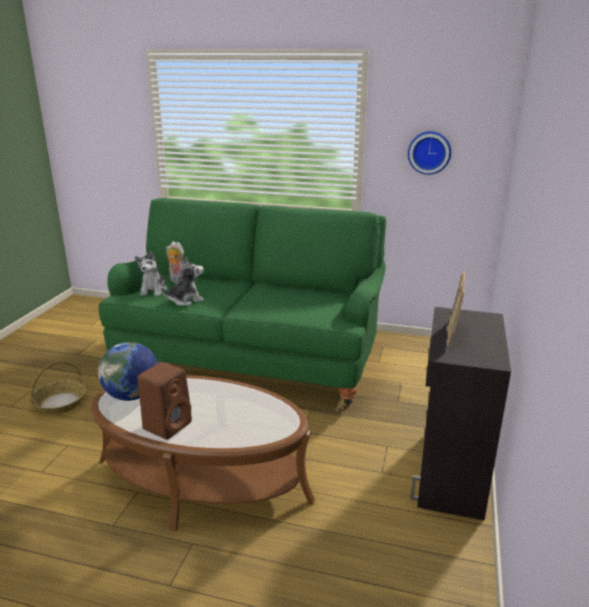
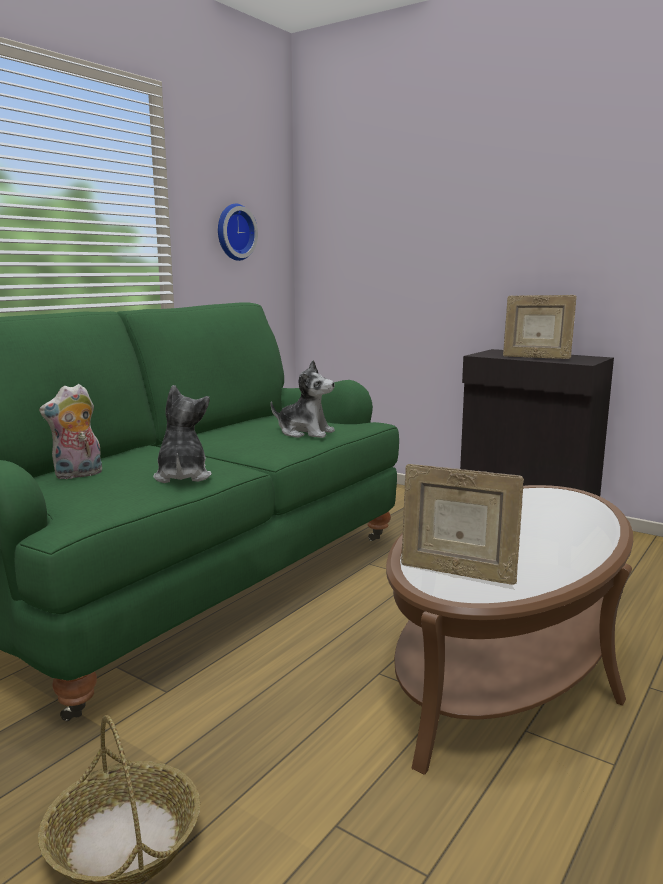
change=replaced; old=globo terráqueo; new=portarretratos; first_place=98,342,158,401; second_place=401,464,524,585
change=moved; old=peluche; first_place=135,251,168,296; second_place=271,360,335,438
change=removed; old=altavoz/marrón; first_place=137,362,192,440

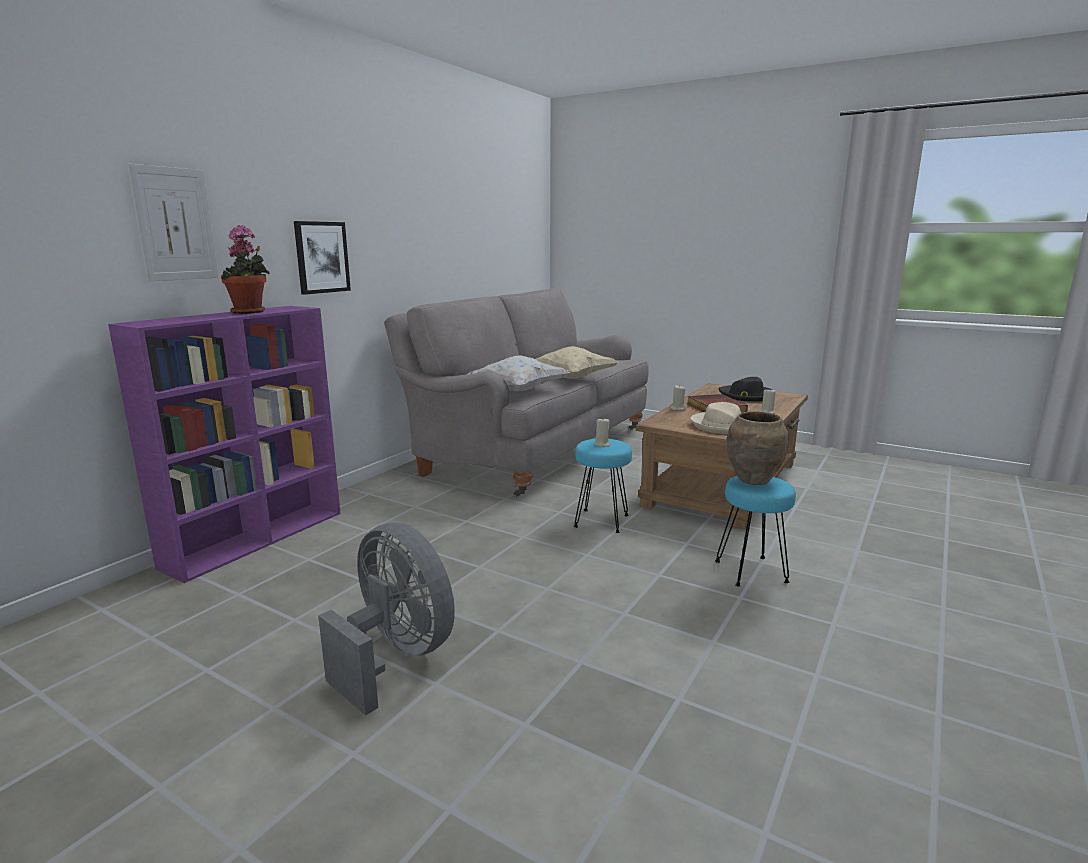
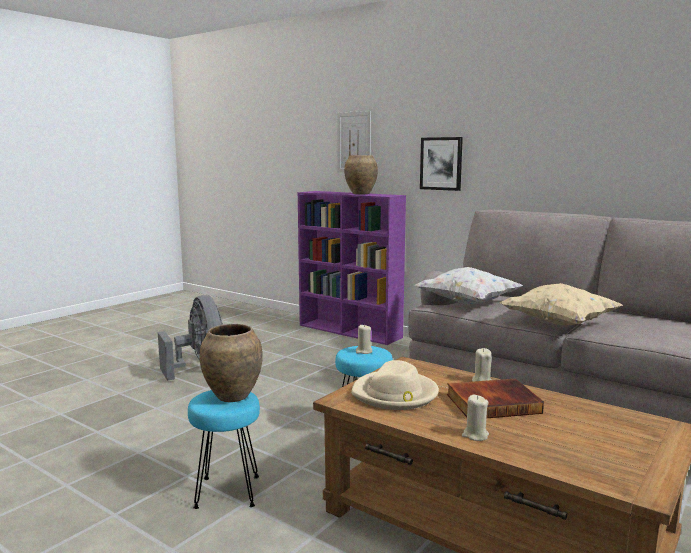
change=replaced; old=planta en maceta; new=florero/marrón; first_place=221,225,269,314; second_place=344,155,378,195
change=turned; old=ventilador/gris; first_place=318,522,455,716; second_place=158,295,223,381; degrees=-75
change=removed; old=sombrero/negro; first_place=719,377,772,402

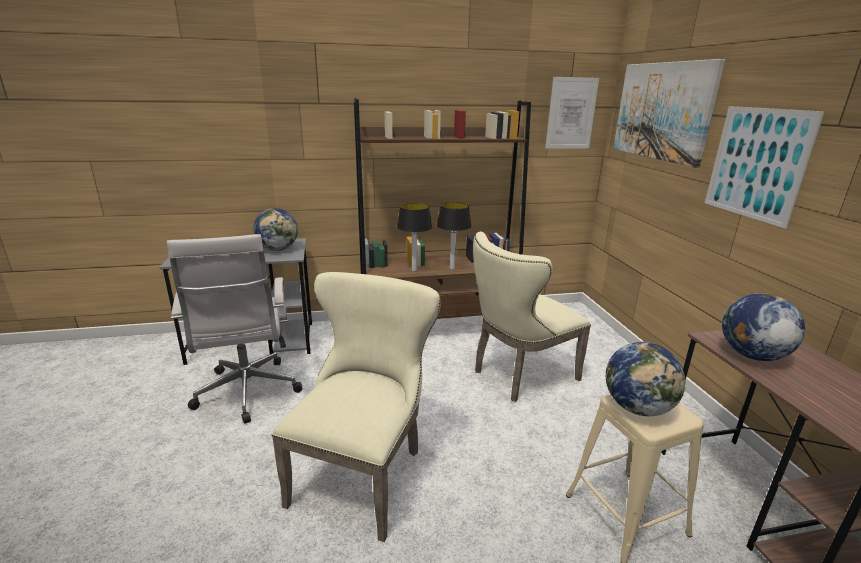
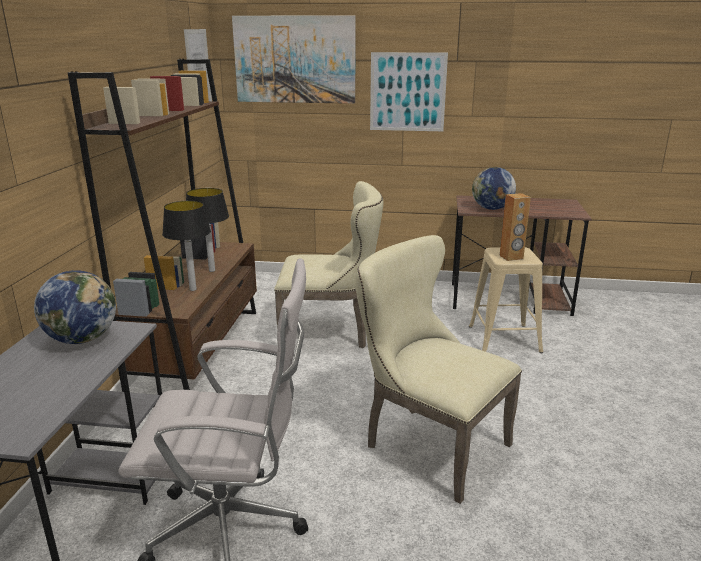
change=turned; old=silla/beis; first_place=473,232,591,402; second_place=274,181,383,348; degrees=-75
change=replaced; old=globo terráqueo; new=altavoz/marrón; first_place=606,342,686,416; second_place=499,193,531,261

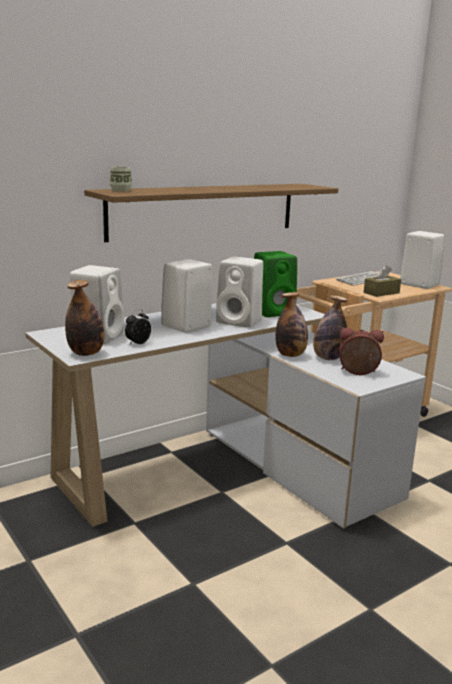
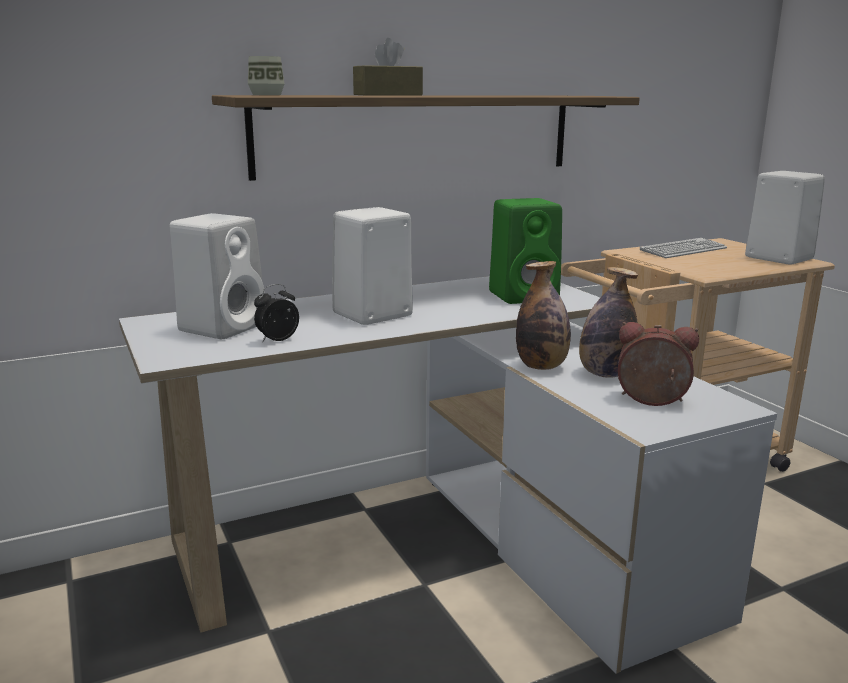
change=removed; old=botella; first_place=65,280,104,356
change=removed; old=altavoz/blanco; first_place=216,256,263,328
change=moved; old=caja de pañuelos/marrón; first_place=364,265,401,297; second_place=353,38,423,96

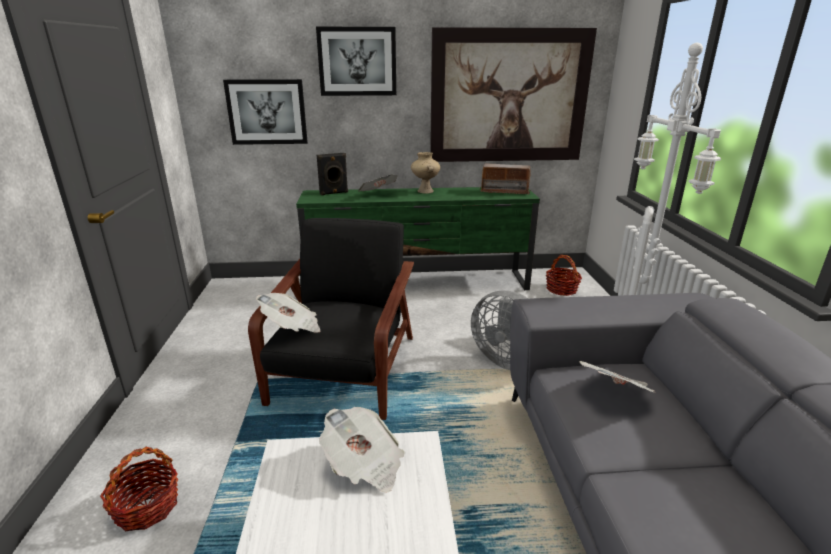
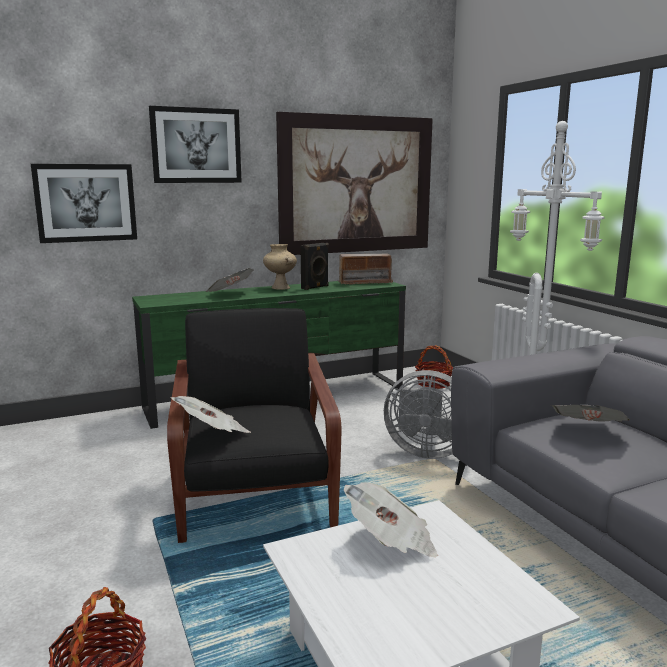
change=moved; old=altavoz/negro; first_place=317,153,348,195; second_place=300,243,329,290

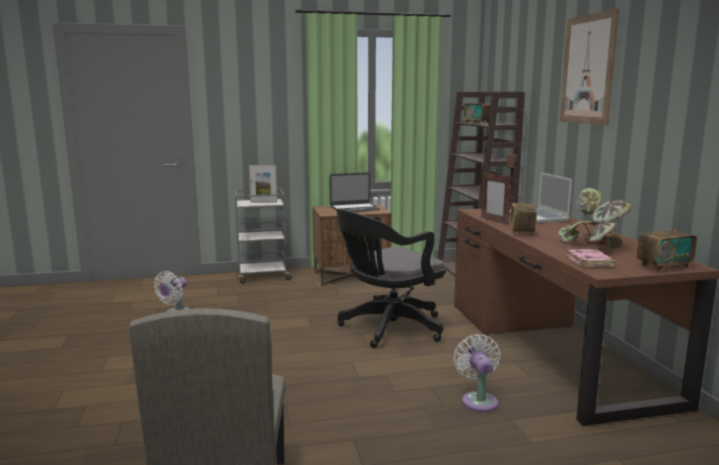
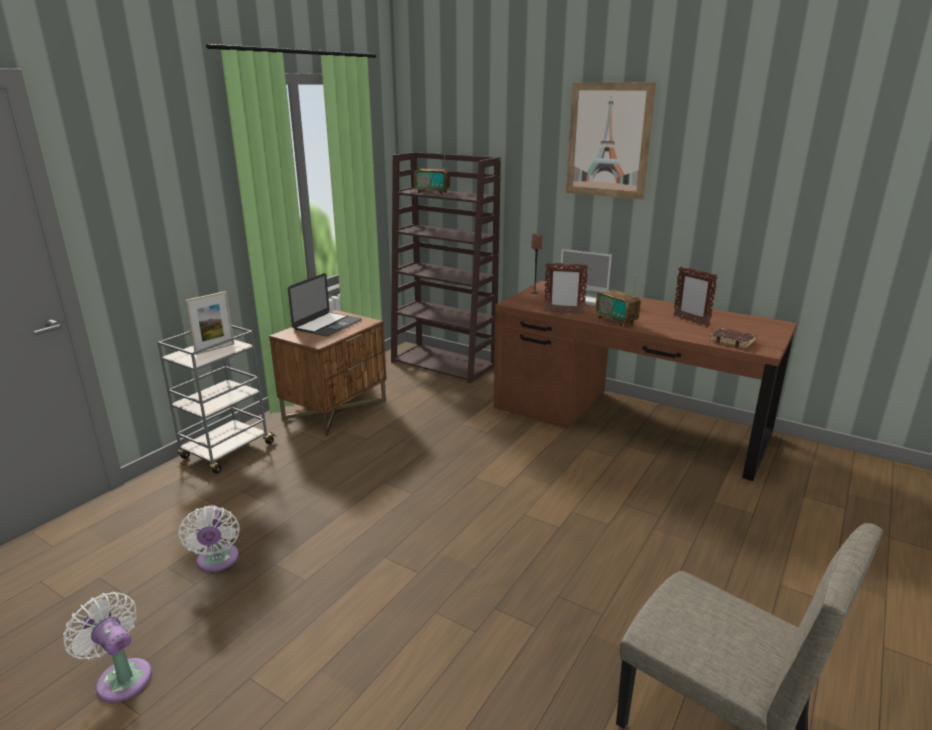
change=removed; old=silla de oficina/negro; first_place=336,209,446,348
change=moved; old=ventilador/blanco; first_place=454,334,501,412; second_place=63,592,152,703
change=replaced; old=planta en maceta; new=portarretratos; first_place=558,188,632,247; second_place=673,266,718,327
change=recoloured; old=libro/rosa; new=libro/marrón; first_place=566,249,616,267; second_place=709,327,757,349
change=removed; old=radio; first_place=637,204,697,272

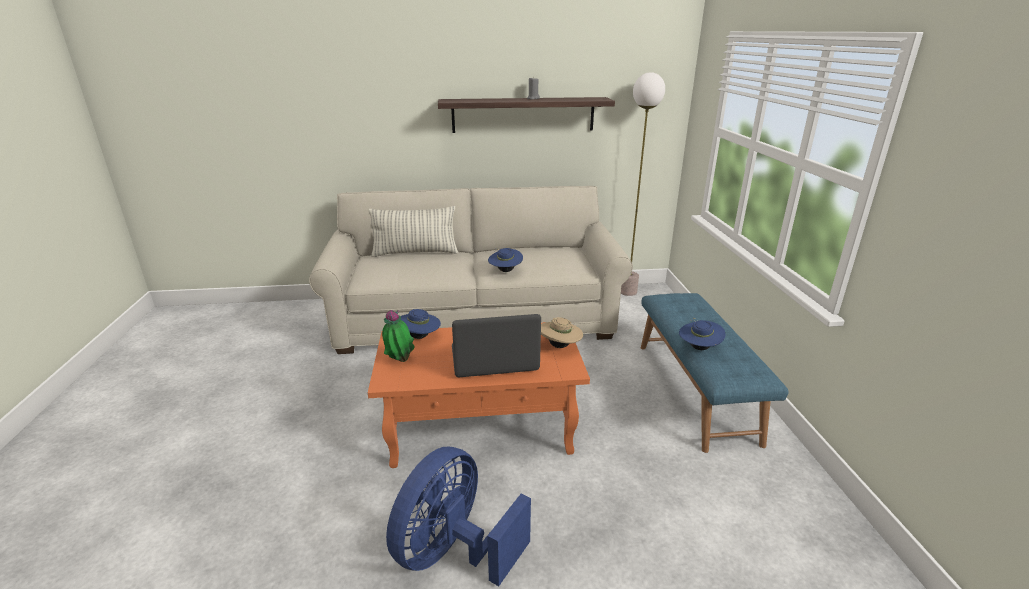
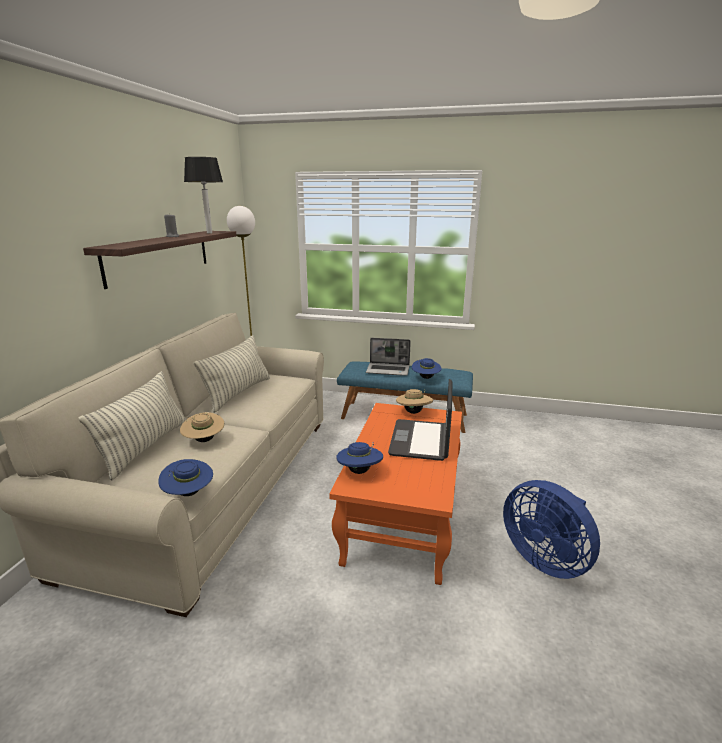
change=removed; old=planta en maceta; first_place=382,310,414,362
change=moved; old=sombrero/azul; first_place=488,248,523,272; second_place=158,459,213,496
change=added; new=sombrero/beis; second_place=180,412,224,442
change=added; new=lámpara de mesa; second_place=184,157,223,234
change=added; new=cojín; second_place=194,335,270,413
change=added; new=portátil; second_place=366,338,411,376

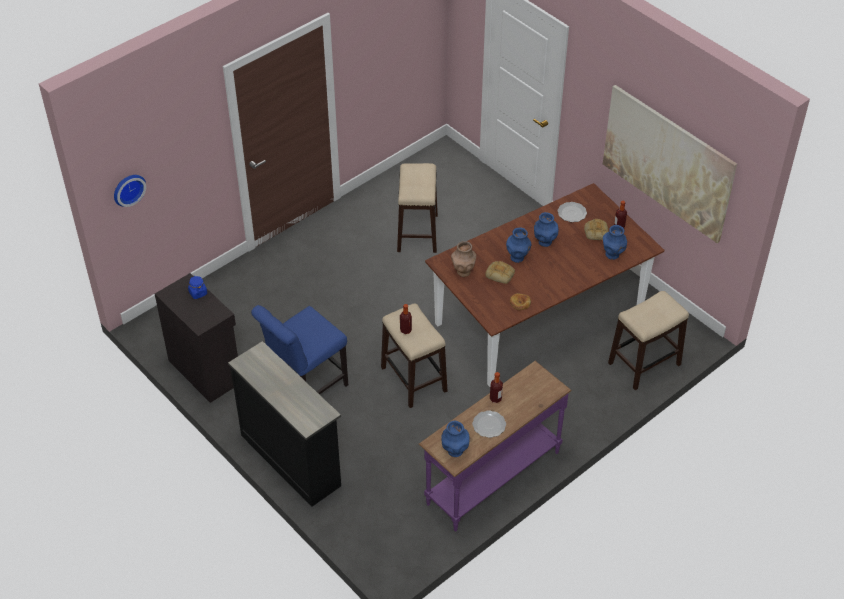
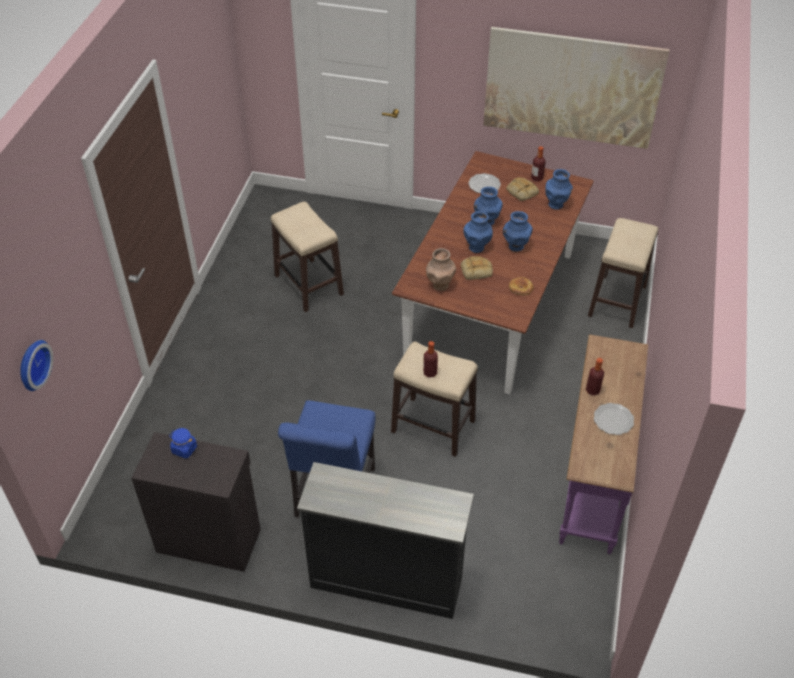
change=moved; old=florero/azul; first_place=441,421,469,457; second_place=503,211,533,252

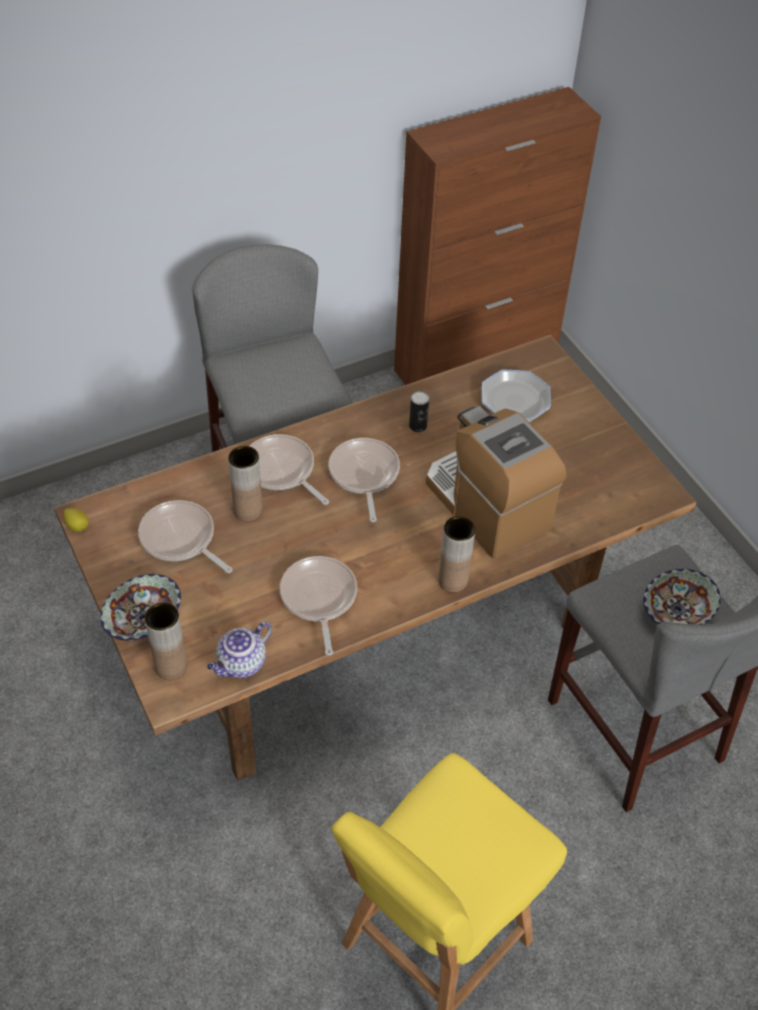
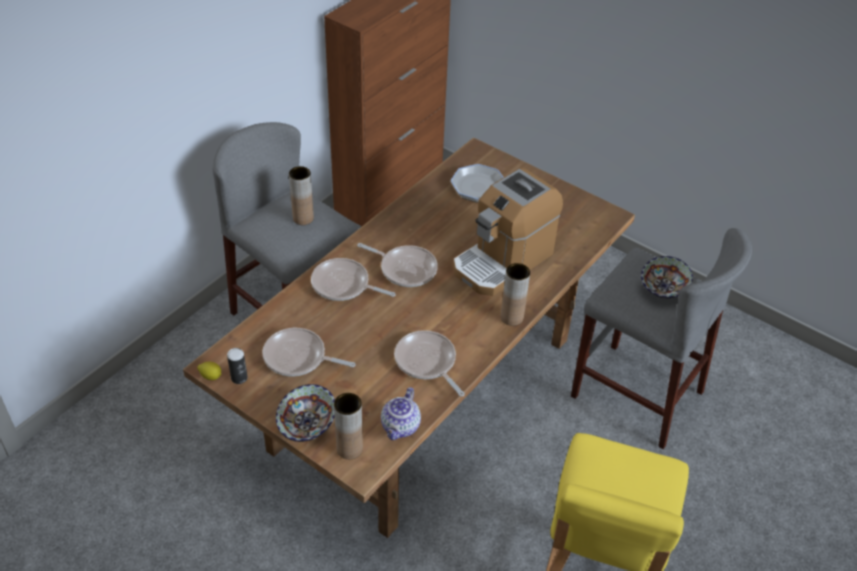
change=moved; old=florero/marrón; first_place=228,446,262,522; second_place=289,166,314,225
change=turned; old=sartén; first_place=329,438,400,522; second_place=357,243,438,287; degrees=150
change=moved; old=lata; first_place=409,391,429,432; second_place=227,348,248,384
change=turned; old=cafetera; first_place=426,406,566,559; second_place=453,168,563,296; degrees=-75

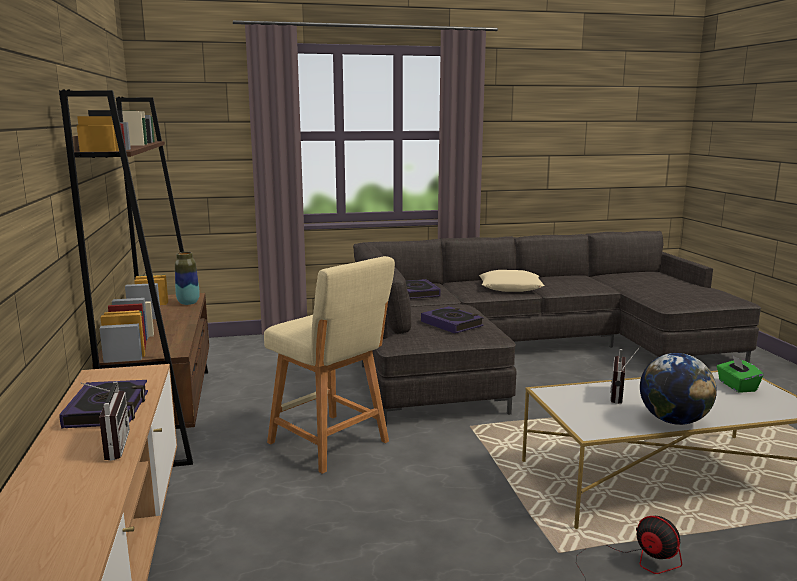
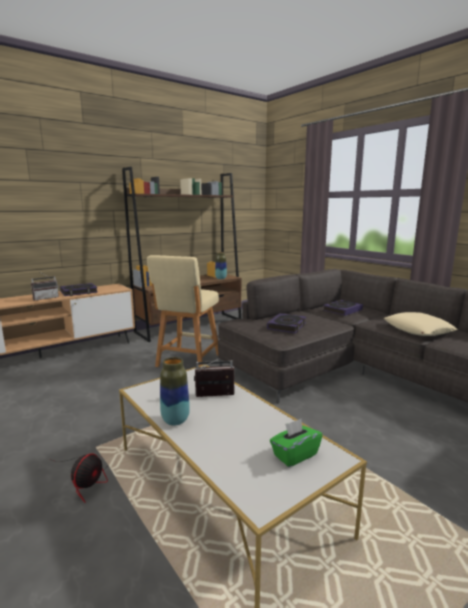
change=replaced; old=globo terráqueo; new=florero; first_place=640,353,717,425; second_place=160,357,190,426

